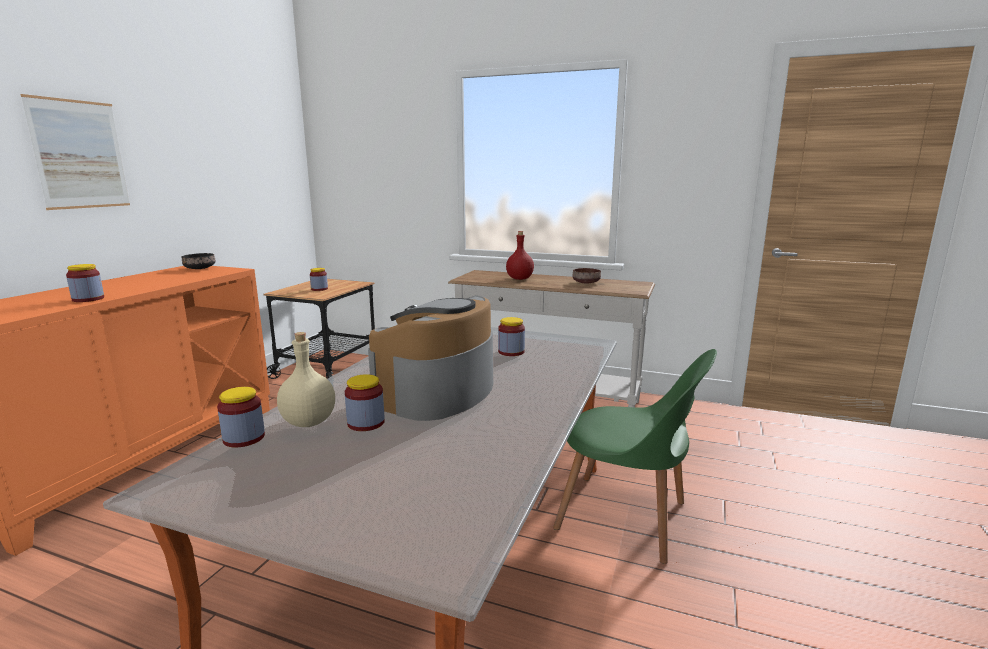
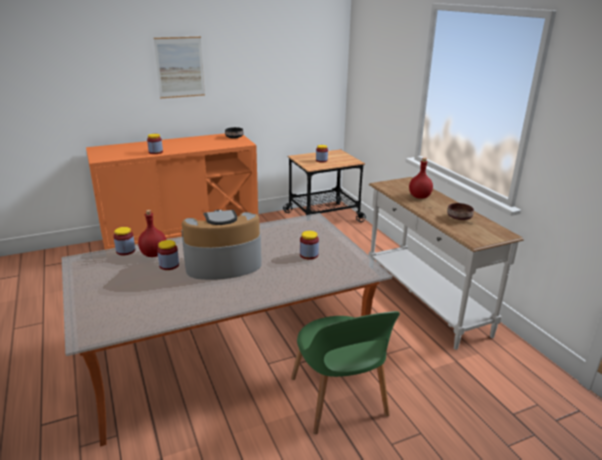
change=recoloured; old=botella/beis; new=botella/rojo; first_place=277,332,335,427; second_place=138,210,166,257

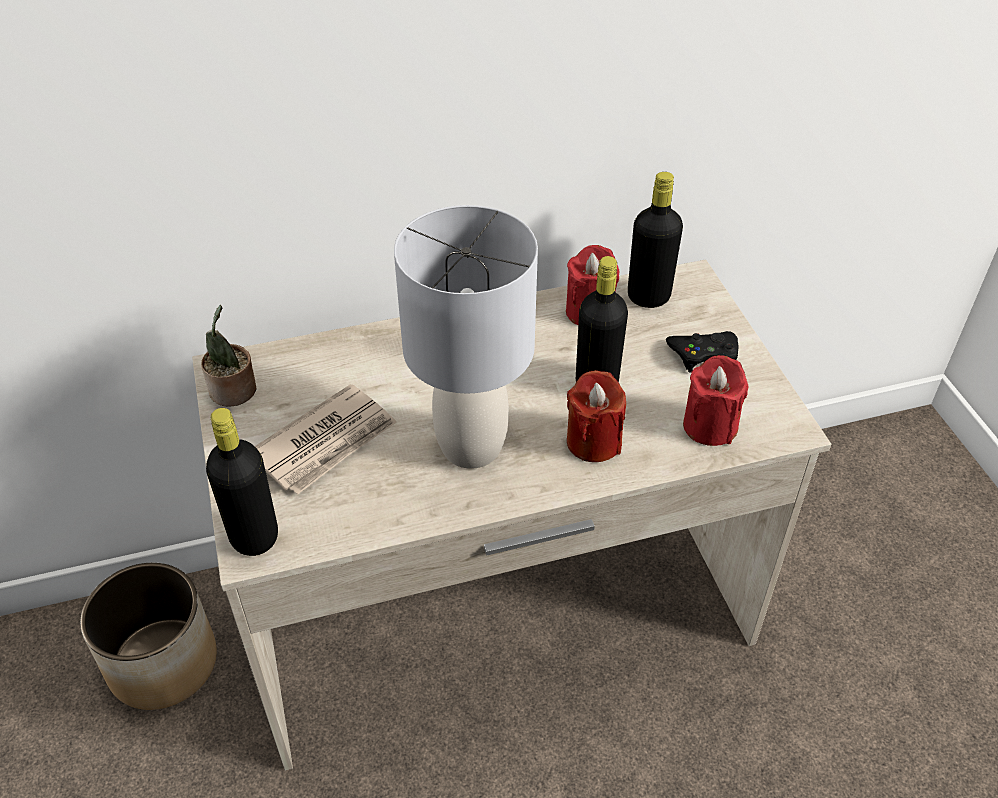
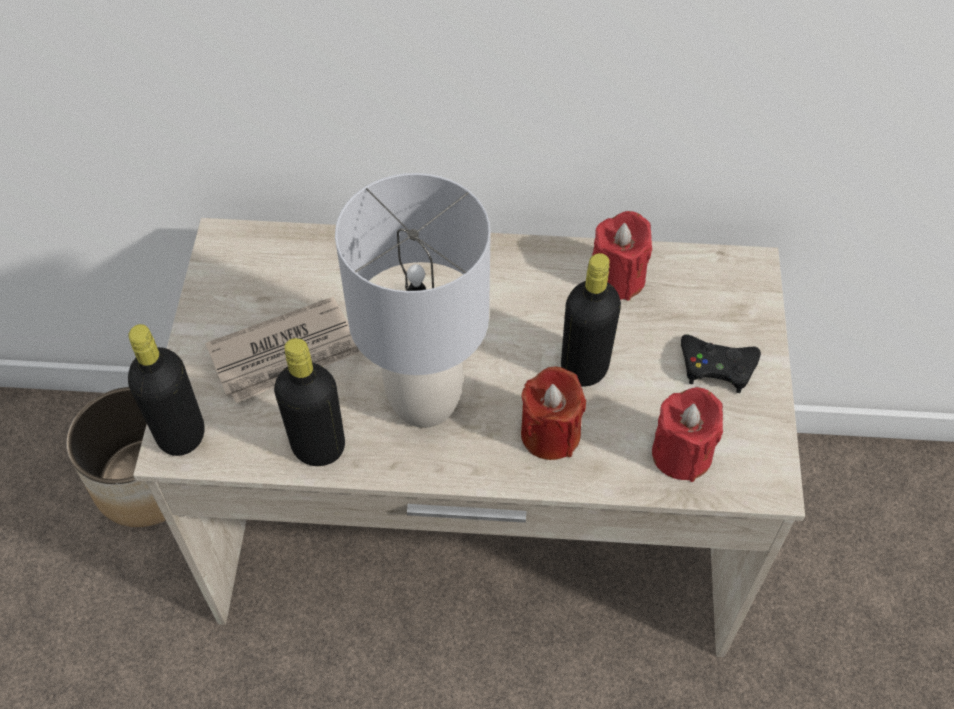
change=removed; old=planta en maceta; first_place=201,305,256,407
change=moved; old=botella/negro; first_place=628,172,683,308; second_place=274,338,345,466

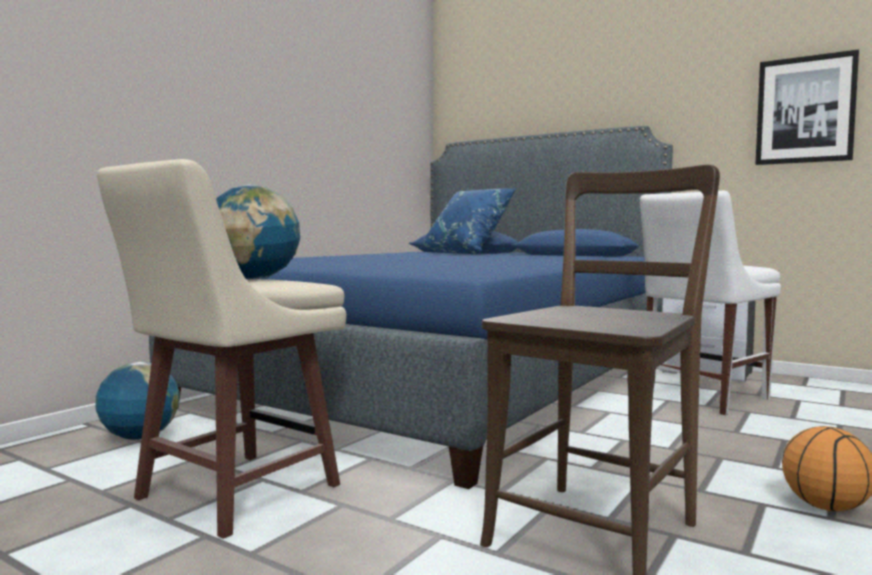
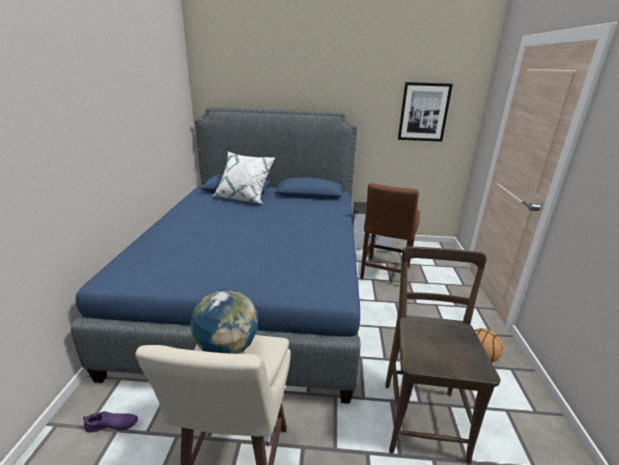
change=replaced; old=globo terráqueo; new=zapato/morado; first_place=95,362,180,439; second_place=83,411,138,433
change=recoloured; old=cojín/azul; new=cojín/blanco; first_place=421,188,516,254; second_place=212,152,276,204
change=recoloured; old=silla/blanco; new=silla/marrón; first_place=640,191,781,415; second_place=360,183,420,279

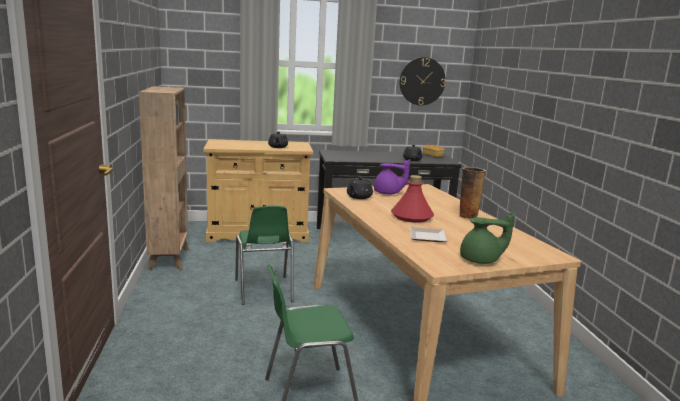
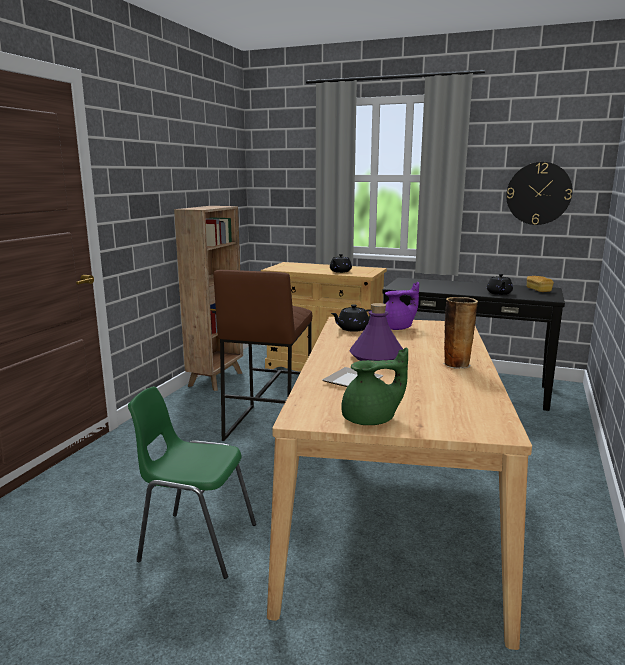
change=replaced; old=silla/verde; new=taburete/marrón; first_place=235,206,294,305; second_place=214,270,312,441
change=turned; old=tetera/morado; first_place=374,159,410,195; second_place=385,282,419,330; degrees=-60
change=recoloured; old=botella/rojo; new=botella/morado; first_place=391,175,434,223; second_place=350,303,403,361
change=turned; old=tetera/verde; first_place=460,212,515,264; second_place=341,347,408,425; degrees=-45

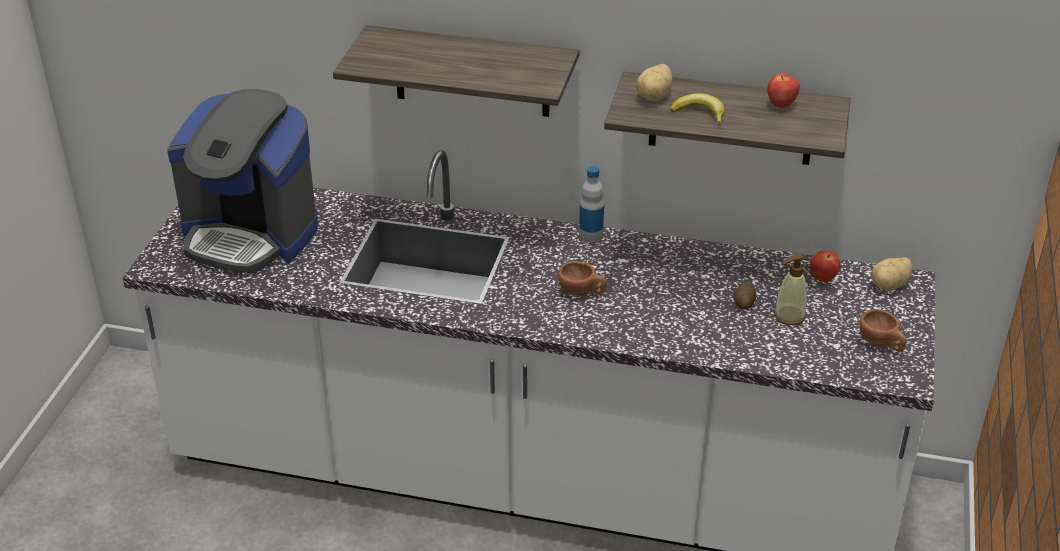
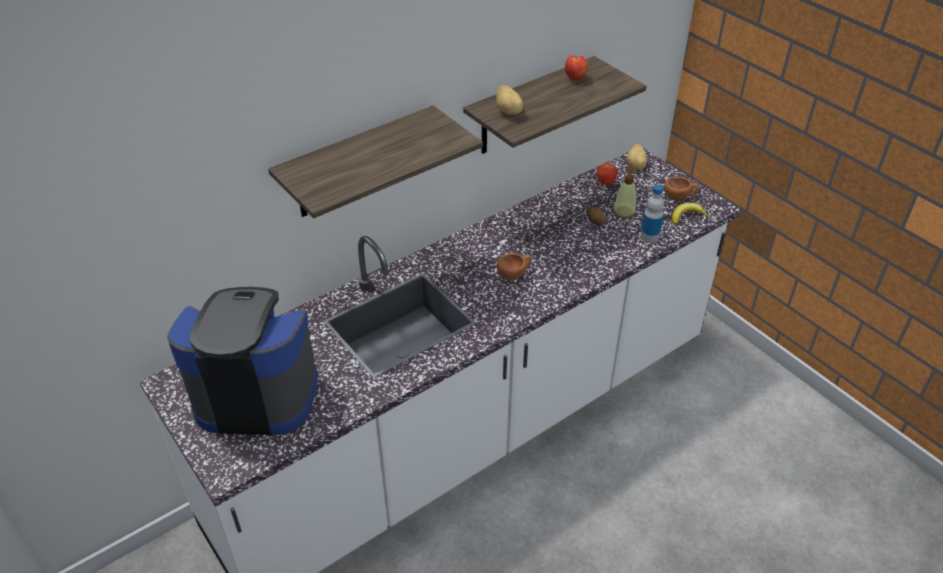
change=turned; old=cafetera; first_place=167,89,318,273; second_place=167,287,318,435; degrees=-150
change=moved; old=botella; first_place=579,166,604,243; second_place=640,185,664,243
change=moved; old=plátano; first_place=670,93,725,125; second_place=672,202,709,225

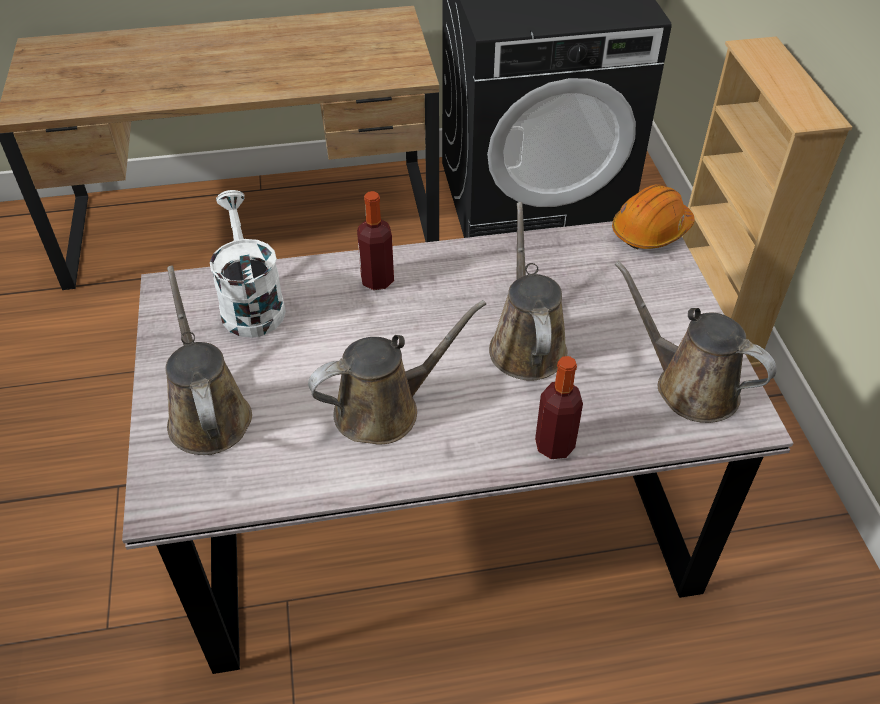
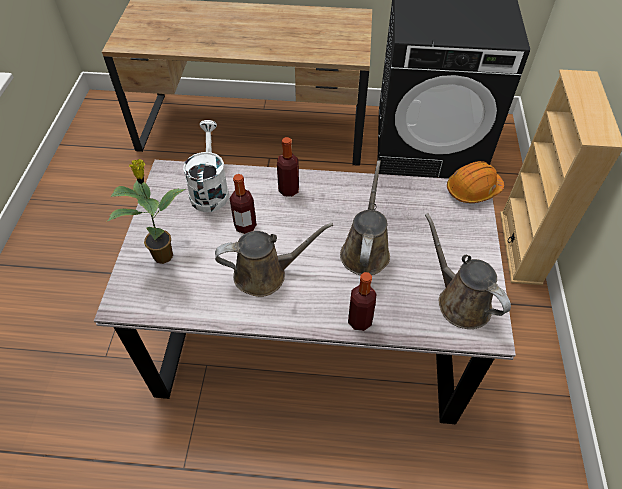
change=replaced; old=regadera/marrón; new=planta en maceta; first_place=165,265,252,455; second_place=107,159,185,264
change=added; new=botella; second_place=230,174,257,234

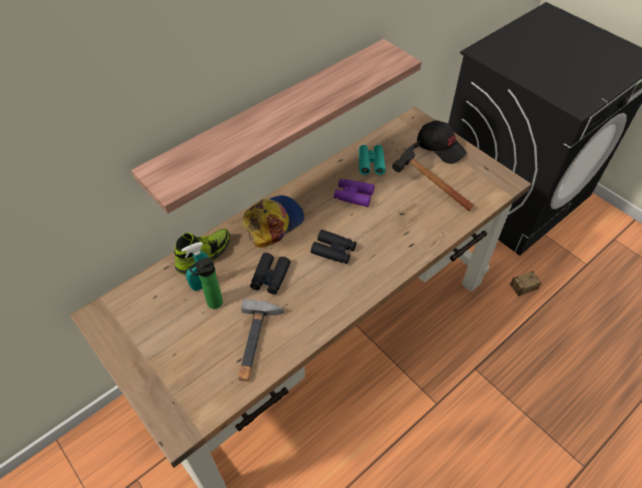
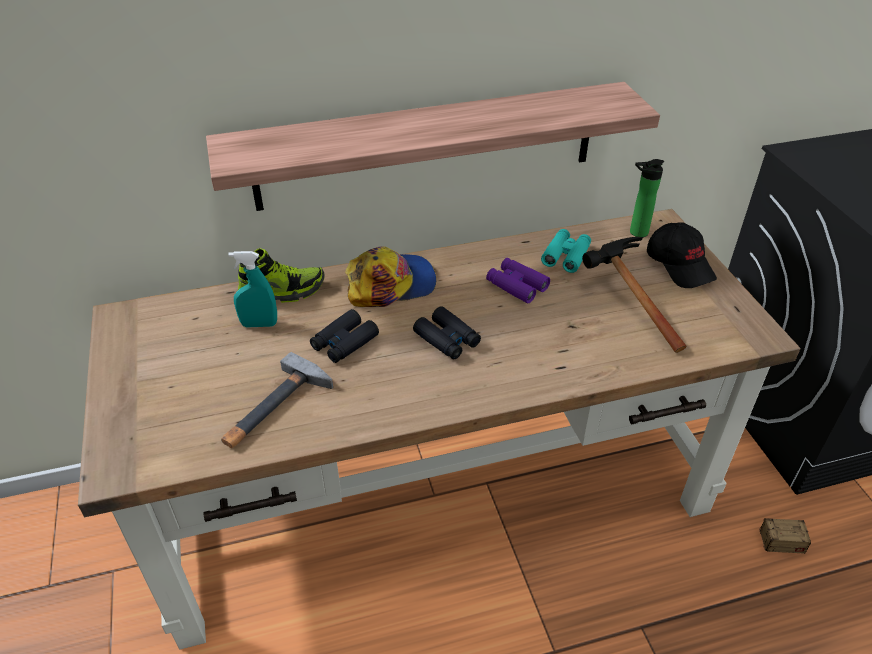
change=moved; old=botella; first_place=189,257,223,309; second_place=630,159,664,237

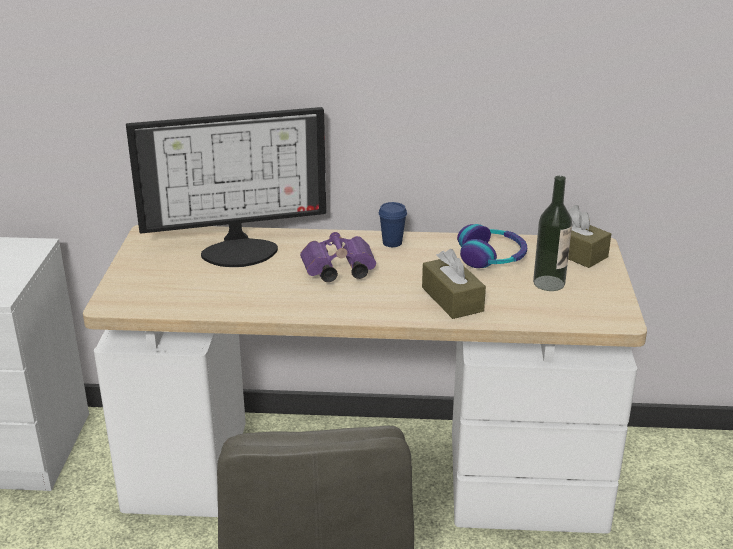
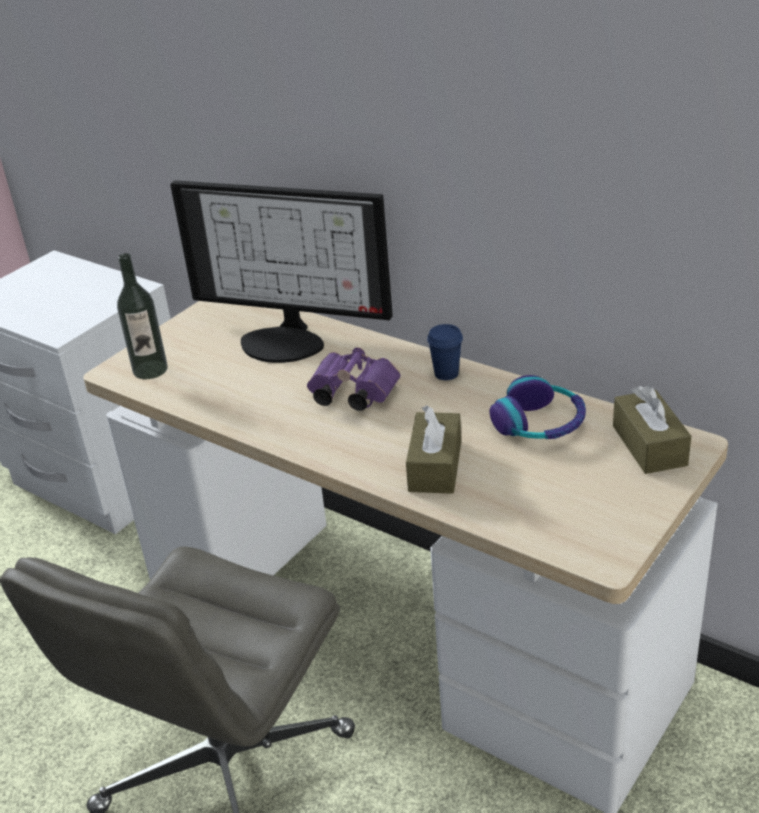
change=moved; old=botella; first_place=533,176,572,291; second_place=117,253,168,379

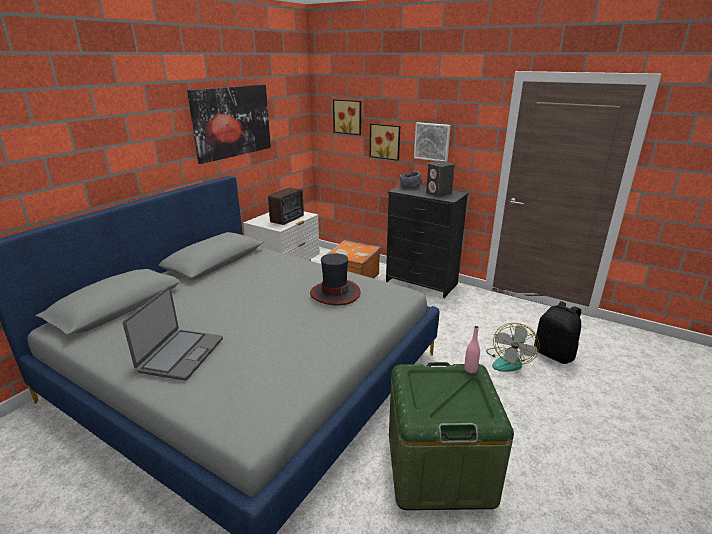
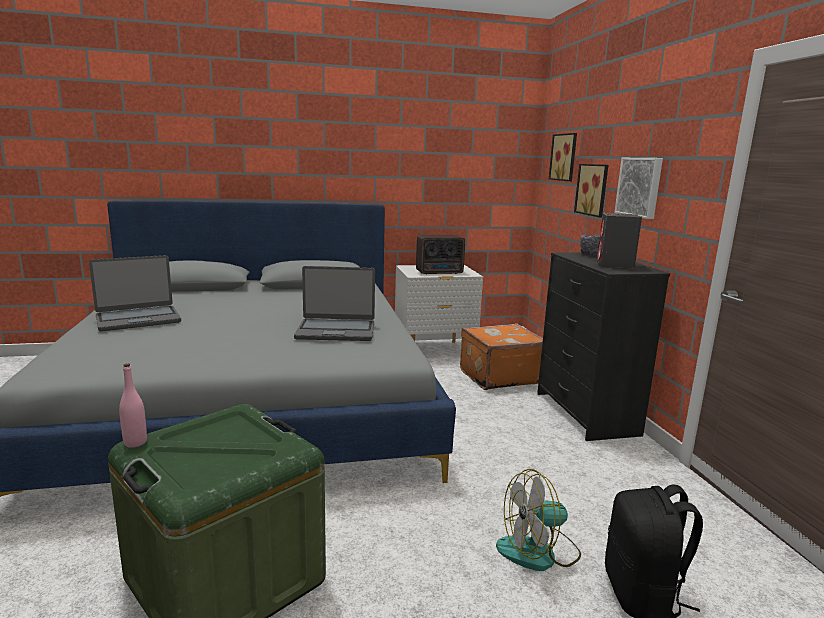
change=removed; old=cuadro; first_place=187,85,271,164
change=replaced; old=sombrero; new=portátil; first_place=310,253,361,306; second_place=294,266,375,341
change=moved; old=botella/rosa; first_place=464,326,480,373; second_place=119,363,147,448

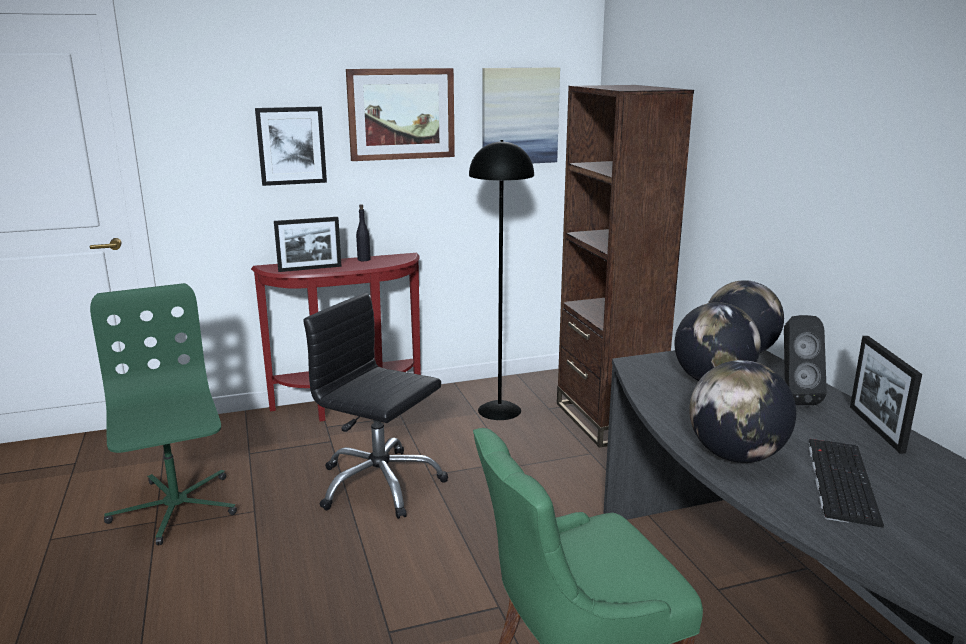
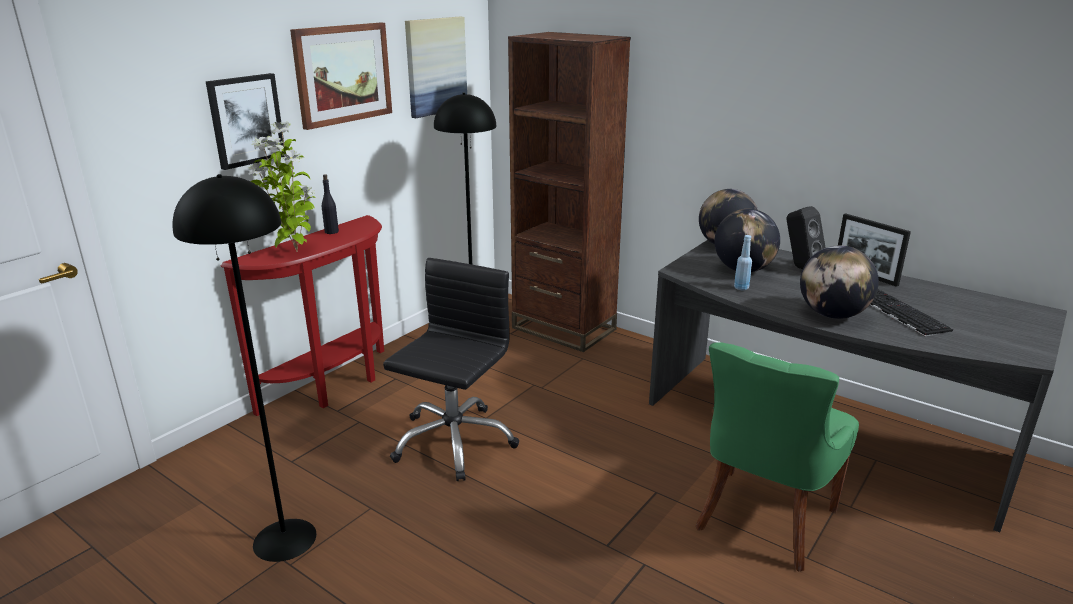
change=replaced; old=silla de oficina/verde; new=lámpara de pie/negro; first_place=90,283,237,545; second_place=172,174,316,562
change=replaced; old=portarretratos; new=planta en maceta; first_place=274,217,342,272; second_place=248,122,315,252
change=turned; old=silla de oficina/negro; first_place=303,293,448,519; second_place=383,258,519,481; degrees=120
change=added; new=botella/azul; second_place=734,235,752,290

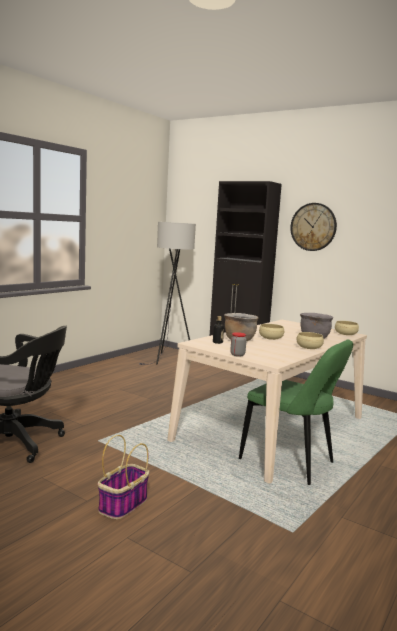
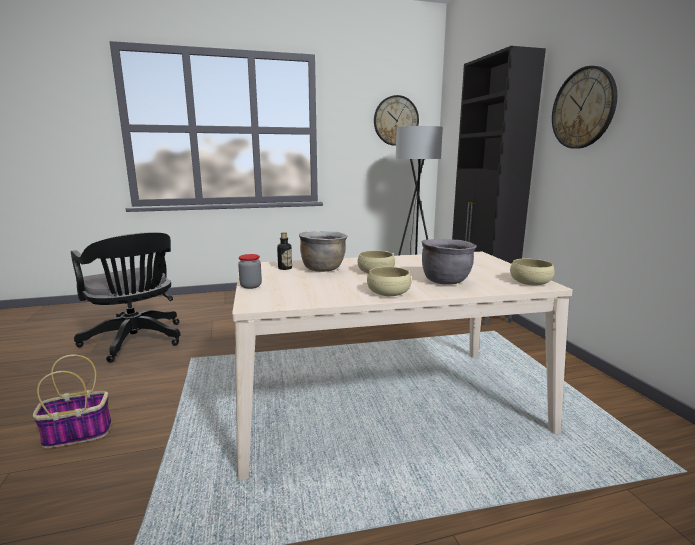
change=removed; old=silla/verde; first_place=239,339,353,485
change=added; new=reloj de pared; second_place=374,95,419,146

